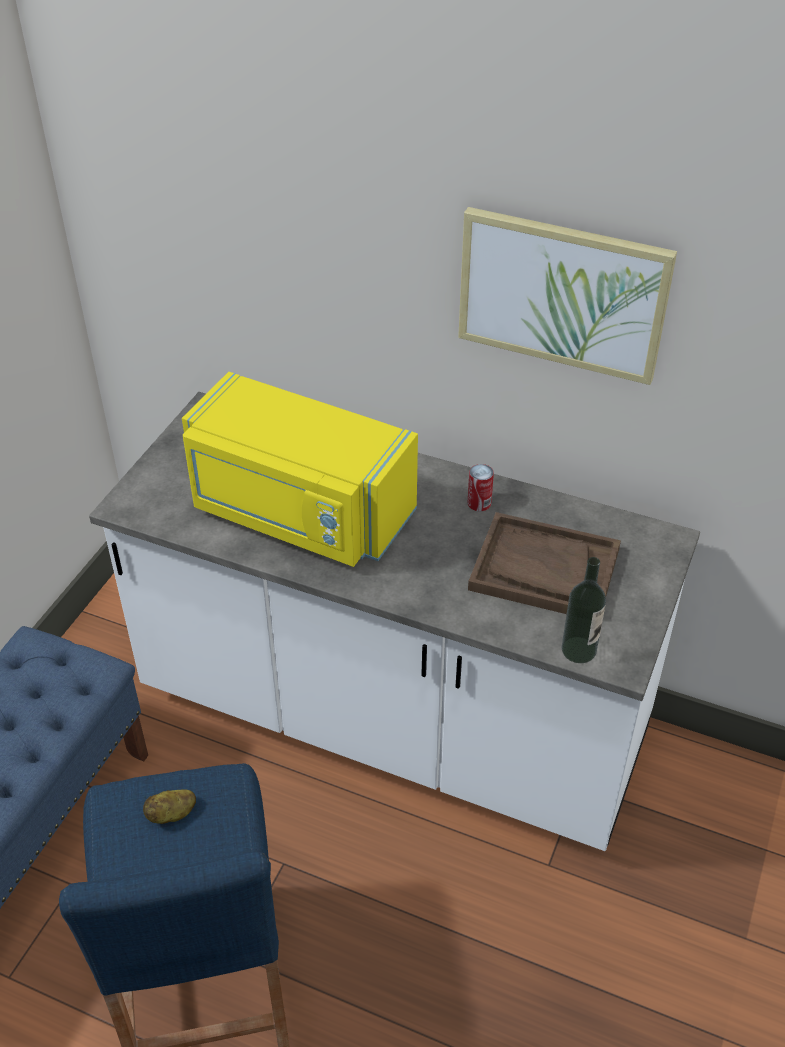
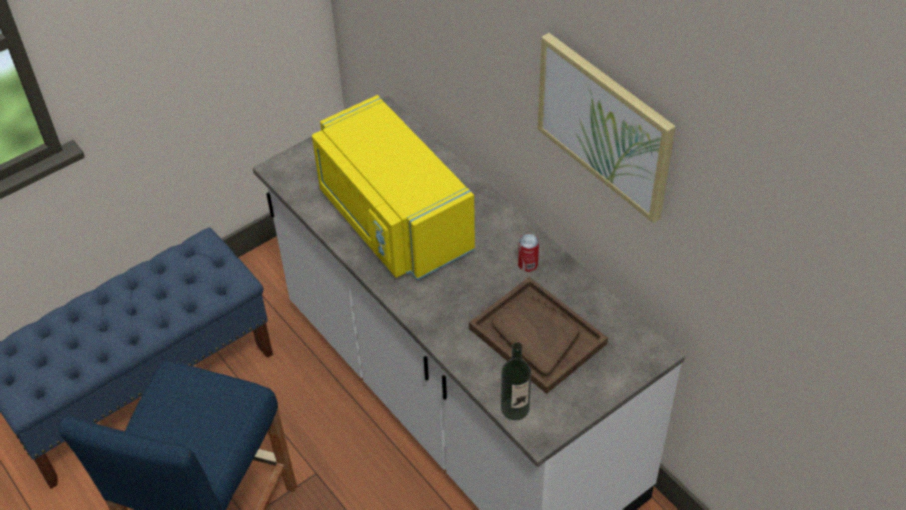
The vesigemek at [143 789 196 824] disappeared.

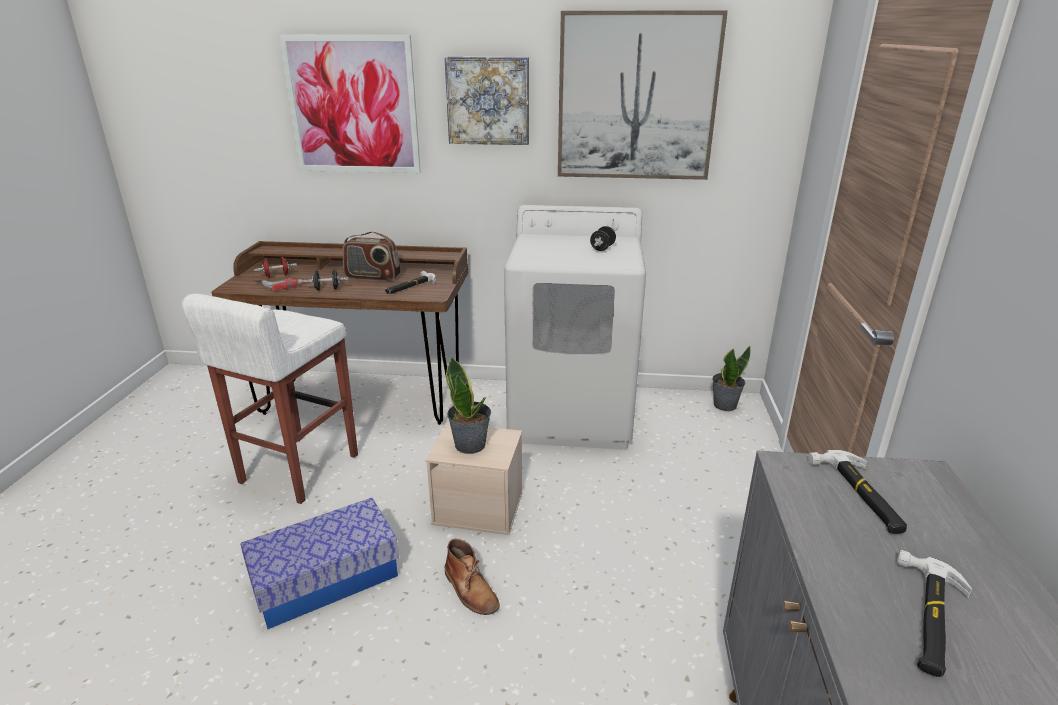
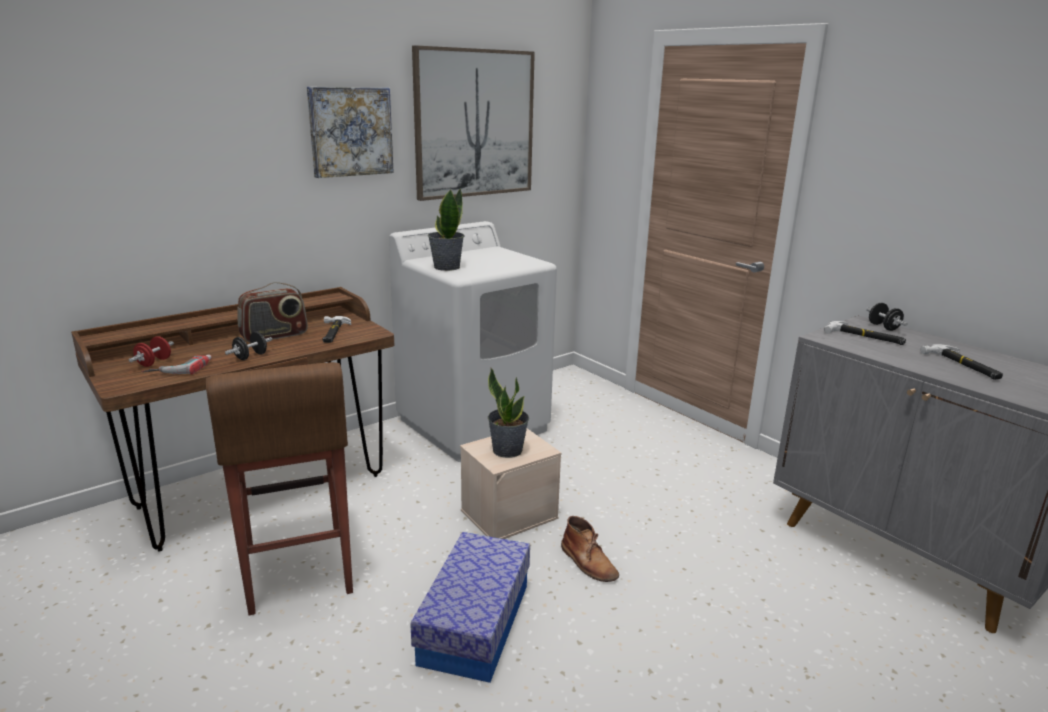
The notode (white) at [182 294 358 504] became the notode (brown) at [206 362 353 616]. The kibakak at [279 35 421 173] disappeared. The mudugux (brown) at [445 539 500 615] turned 45 degrees clockwise. The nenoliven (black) moved from [590 226 616 251] to [867 303 908 331]. The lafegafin moved from [712 346 751 411] to [428 188 465 271].

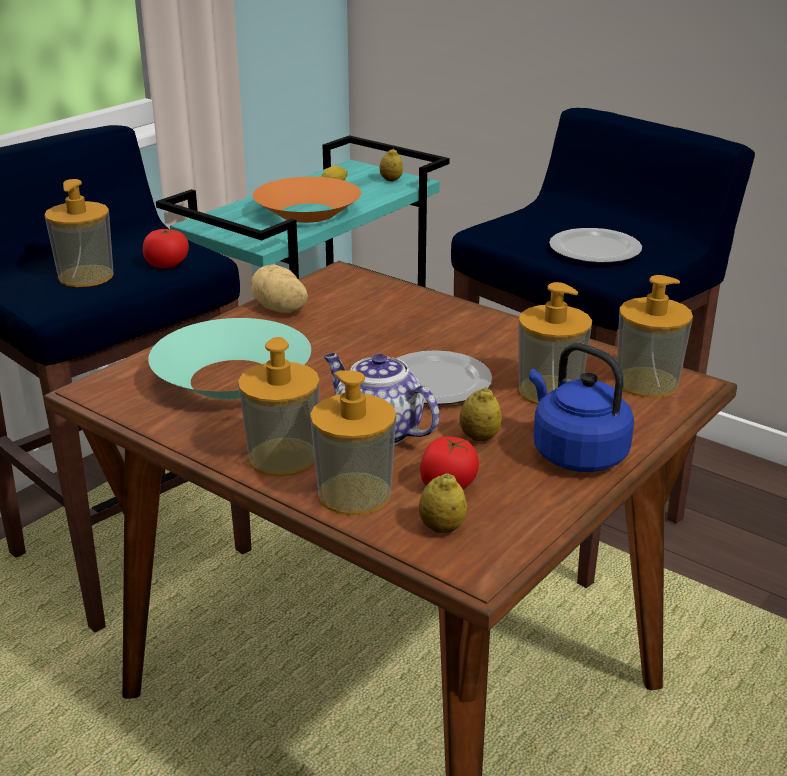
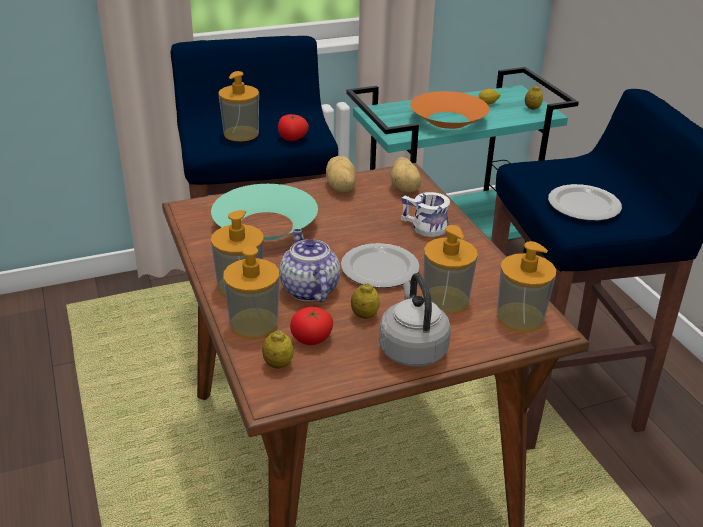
The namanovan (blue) at [529 343 634 472] became the namanovan (grey) at [379 273 451 367]. The vesigemek at [390 157 421 192] appeared. The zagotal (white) at [401 192 450 237] appeared.

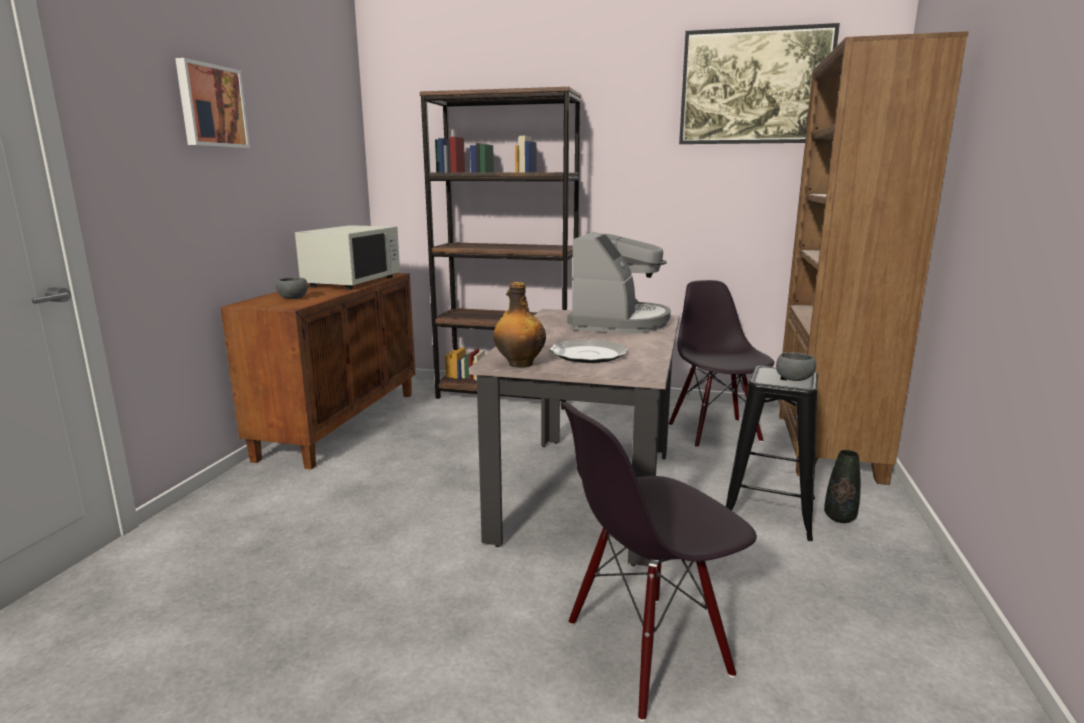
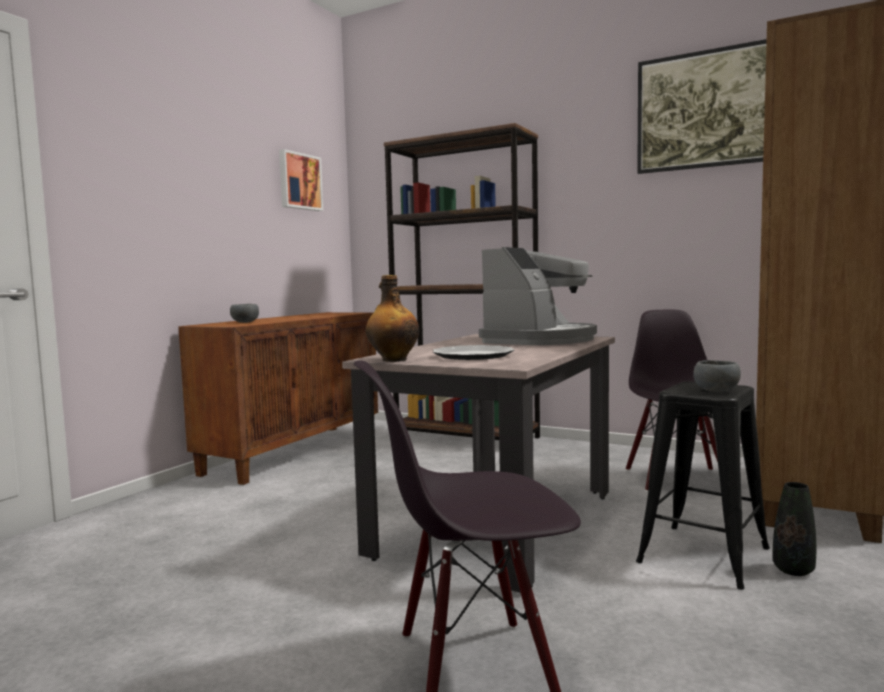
The kibakak moved from [175 58 250 148] to [279 149 323 211]. The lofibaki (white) at [295 225 400 290] disappeared.

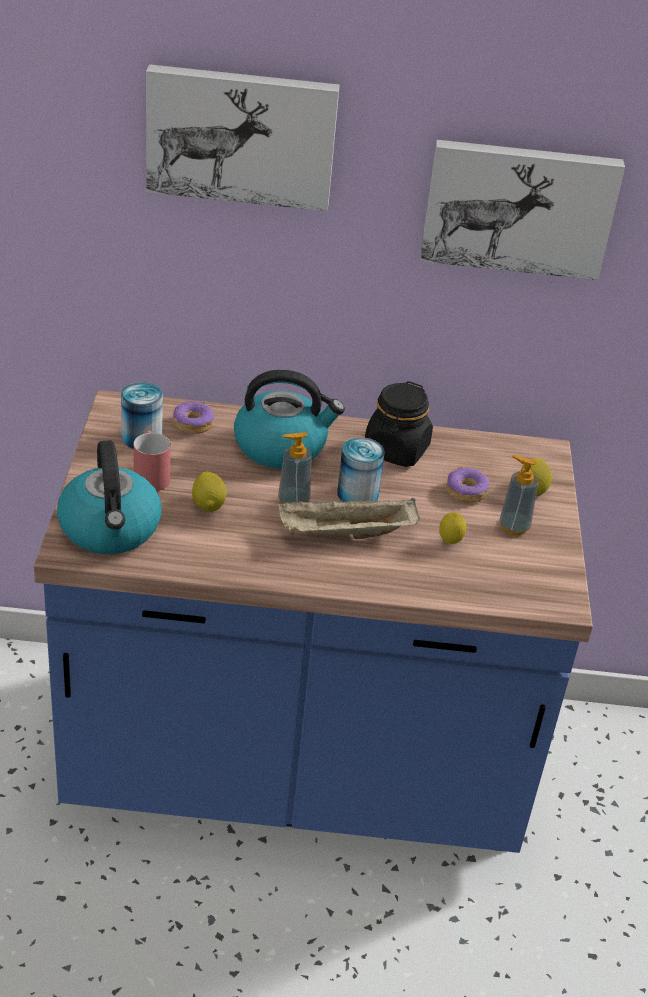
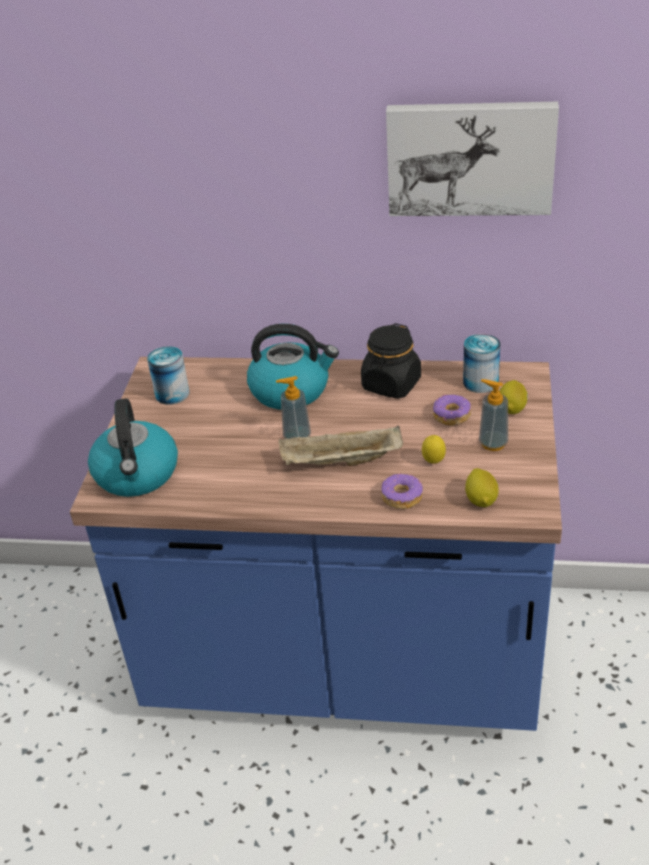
The zagotal (red) at [133 430 171 491] disappeared. The kibakak at [146 64 340 211] disappeared. The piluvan moved from [173 401 214 434] to [381 474 423 509]. The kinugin moved from [192 471 227 512] to [465 468 499 507]. The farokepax moved from [337 437 385 502] to [463 334 500 393].

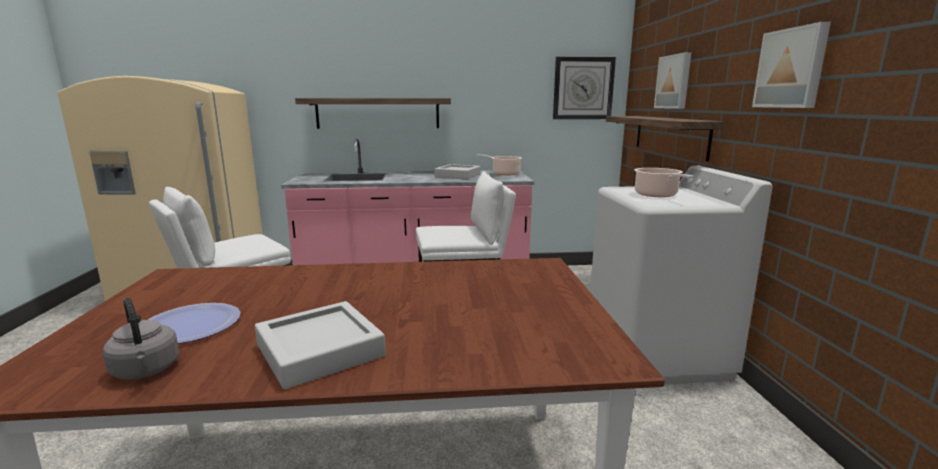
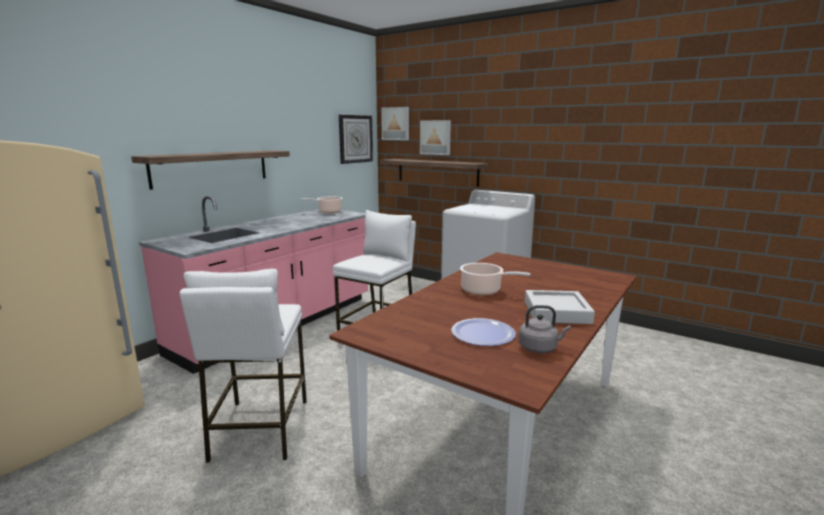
The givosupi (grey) at [434 164 480 179] disappeared. The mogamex moved from [634 168 694 197] to [460 263 531 295]. The kibakak moved from [752 22 831 108] to [381 107 409 140].

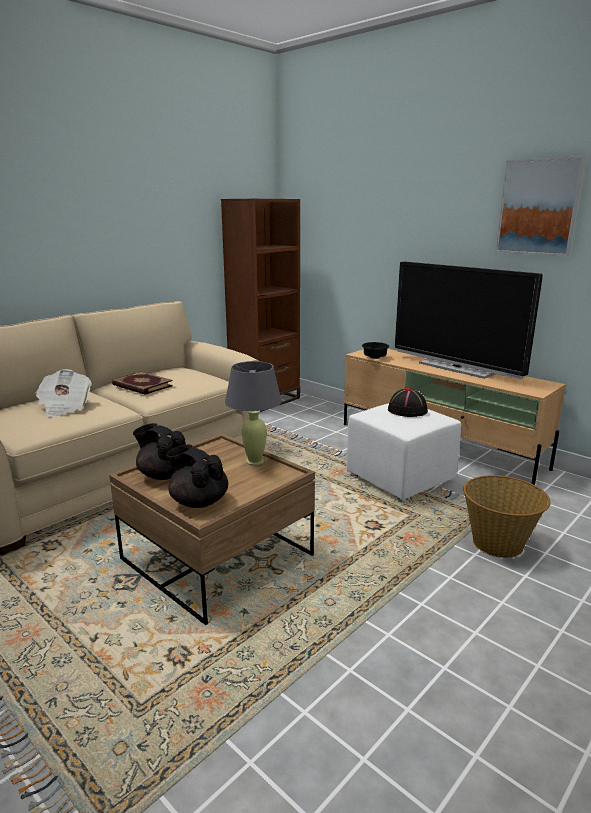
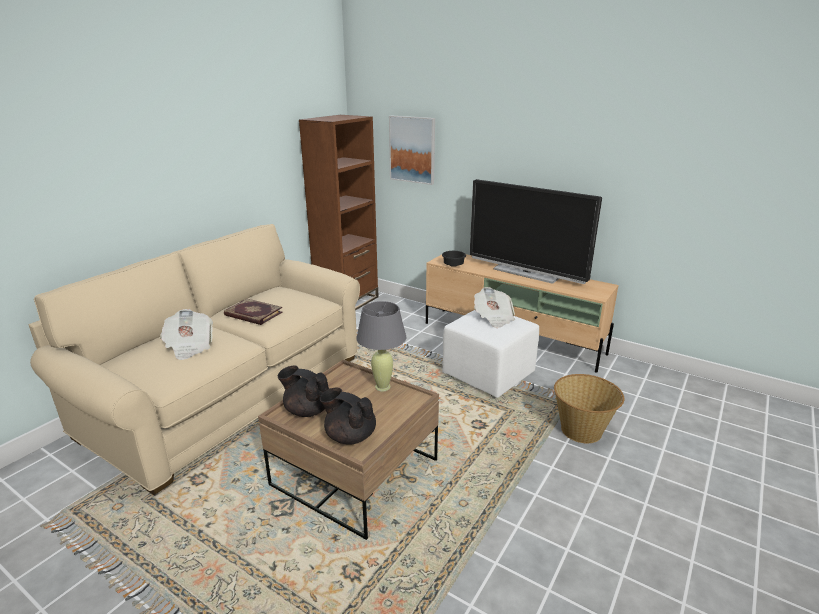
The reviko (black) at [388 387 428 417] was replaced by the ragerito at [474 287 515 328]. The kibakak moved from [496 156 585 256] to [389 116 435 185].

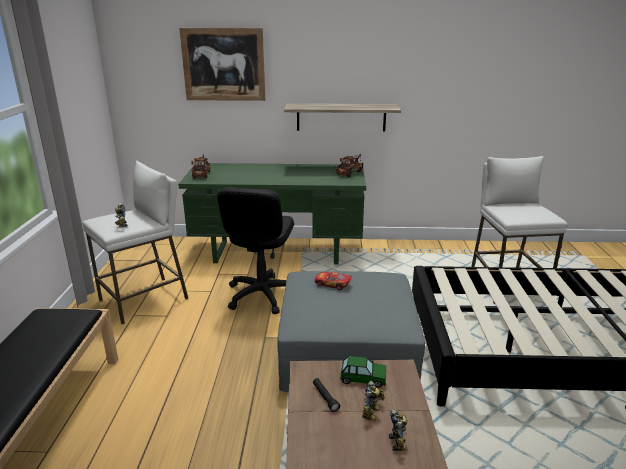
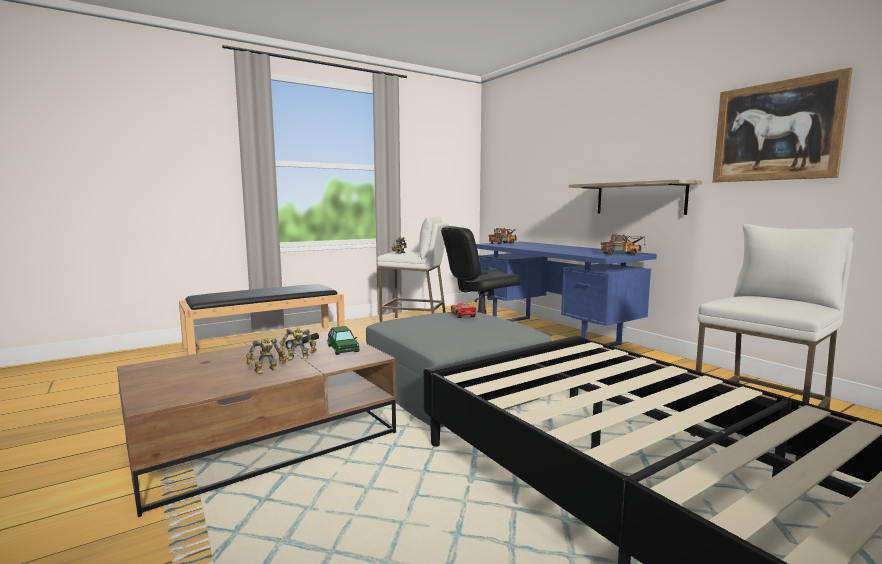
The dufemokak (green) at [178 163 366 264] became the dufemokak (blue) at [476 241 657 347]. The kibakak moved from [179 28 265 101] to [713 67 853 182].

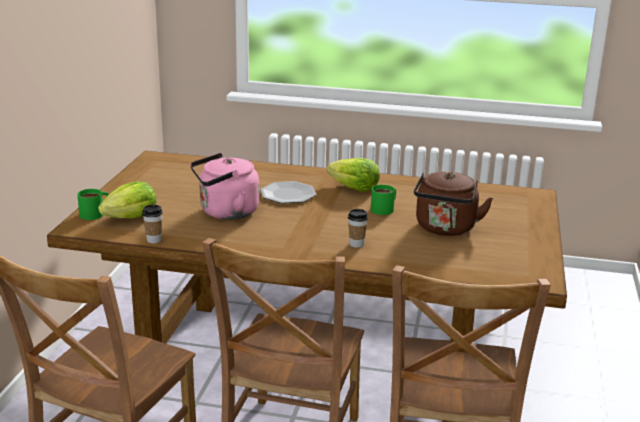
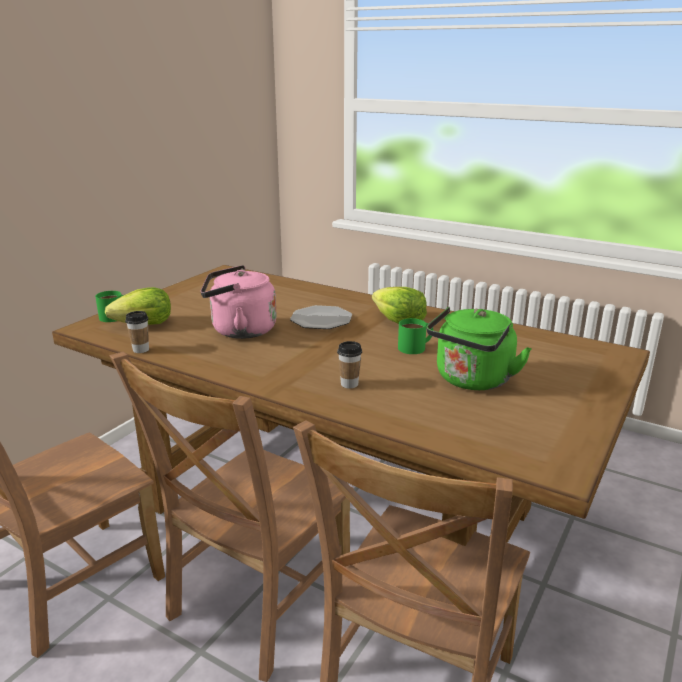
The namanovan (brown) at [414 172 493 236] became the namanovan (green) at [426 307 532 390].

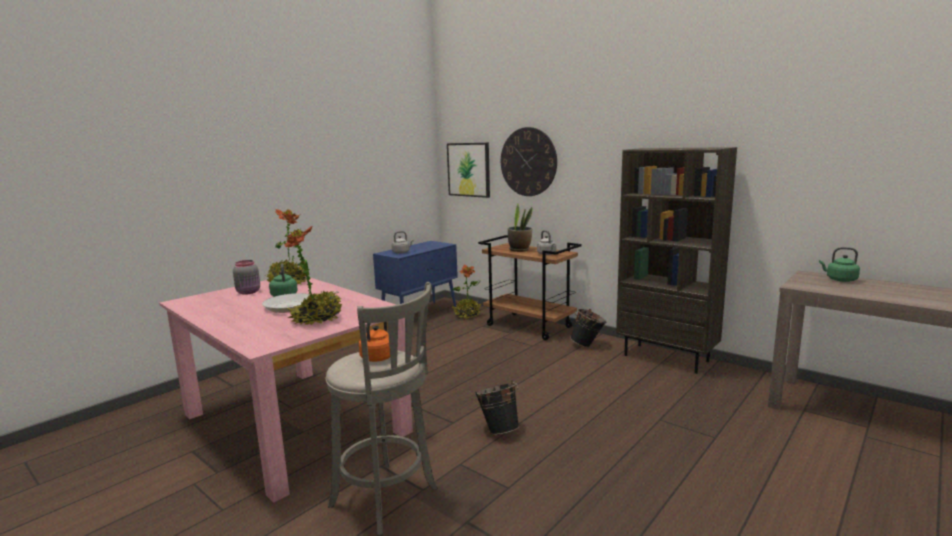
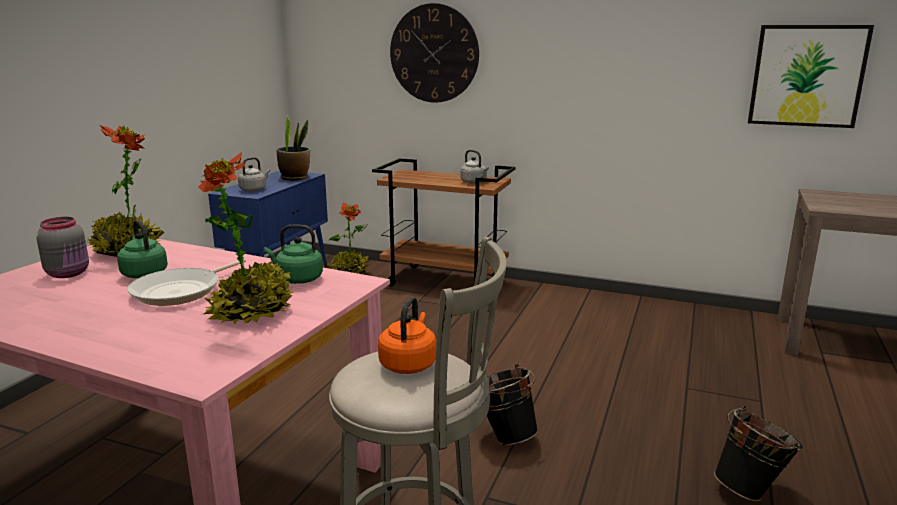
The kibakak moved from [447 143 490 198] to [748 25 874 128]. The lafegafin moved from [508 203 532 252] to [277 115 310 181]. The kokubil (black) moved from [570 309 606 347] to [714 406 803 501]. The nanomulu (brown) at [616 147 737 374] disappeared. The namanovan (green) moved from [819 247 860 282] to [264 225 323 284].

